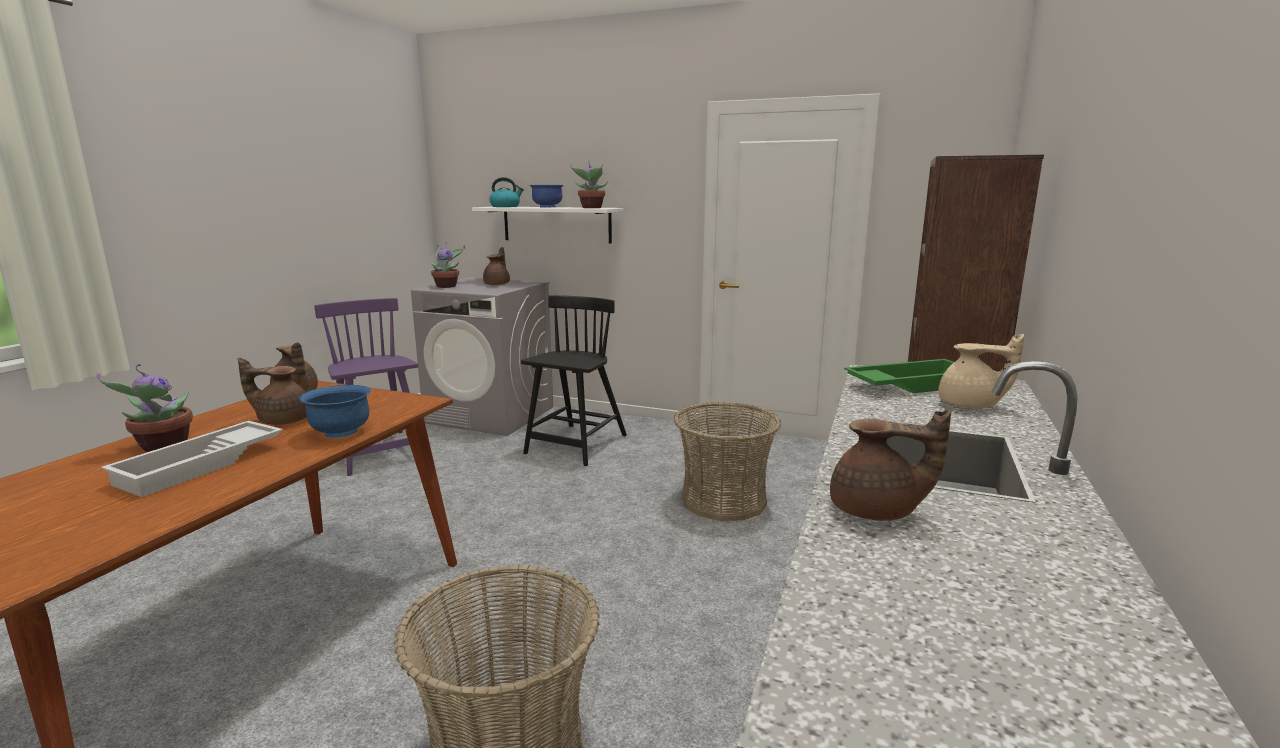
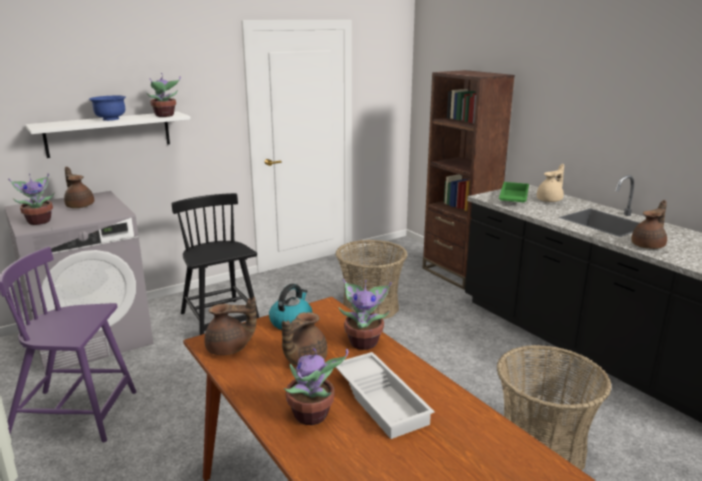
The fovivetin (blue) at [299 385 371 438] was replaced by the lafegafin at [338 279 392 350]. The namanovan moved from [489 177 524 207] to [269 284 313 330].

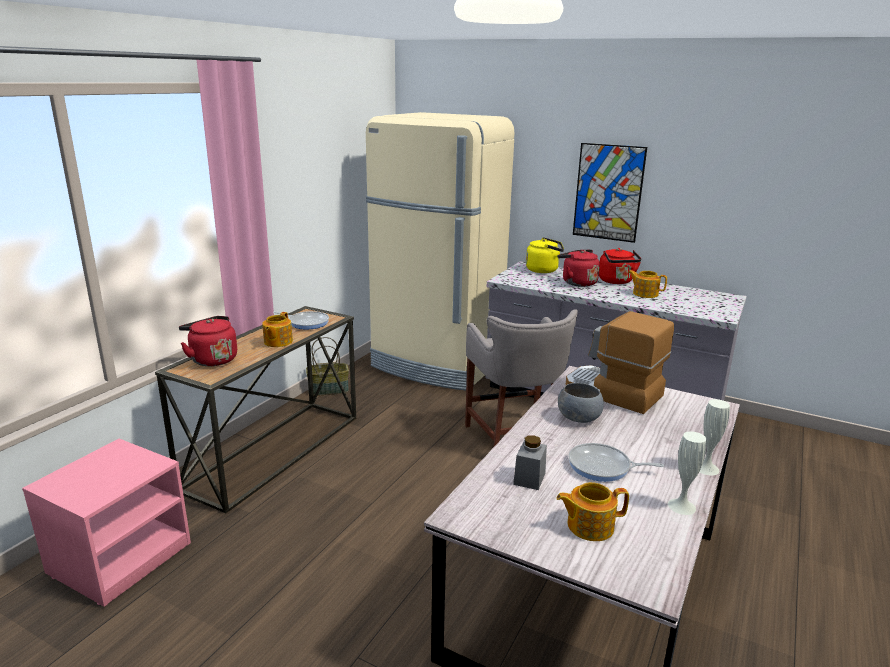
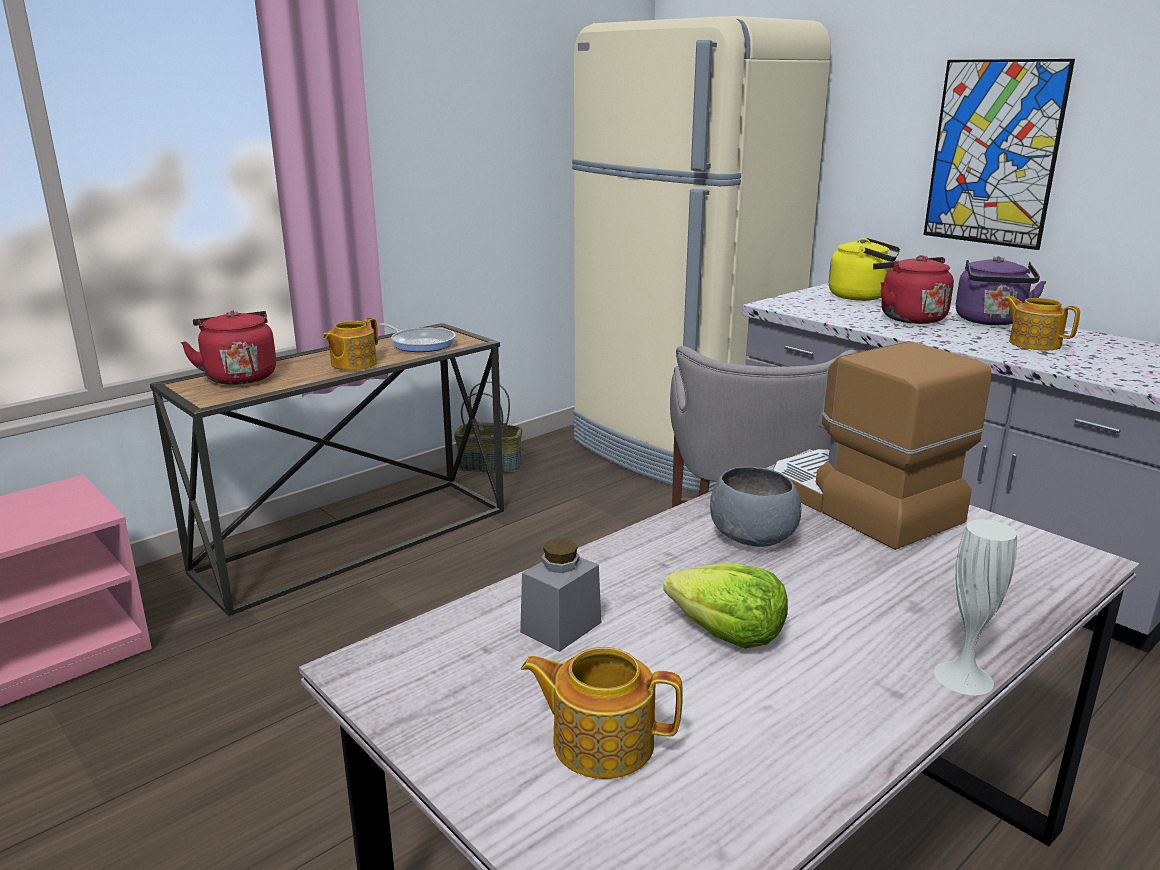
The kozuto at [568 443 664 482] was replaced by the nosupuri at [663 563 788 649]. The namanovan (red) at [599 248 642 284] became the namanovan (purple) at [956 256 1046 325]. The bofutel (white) at [668 431 706 515] disappeared.

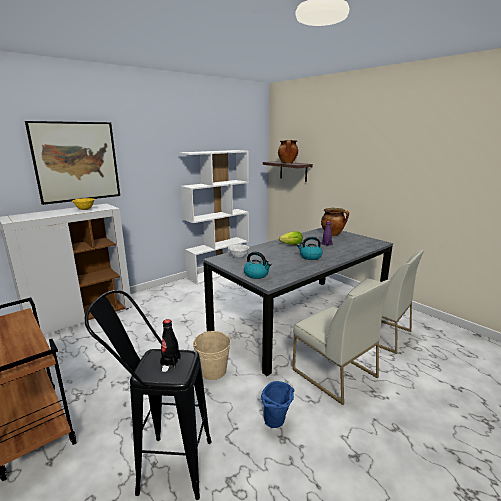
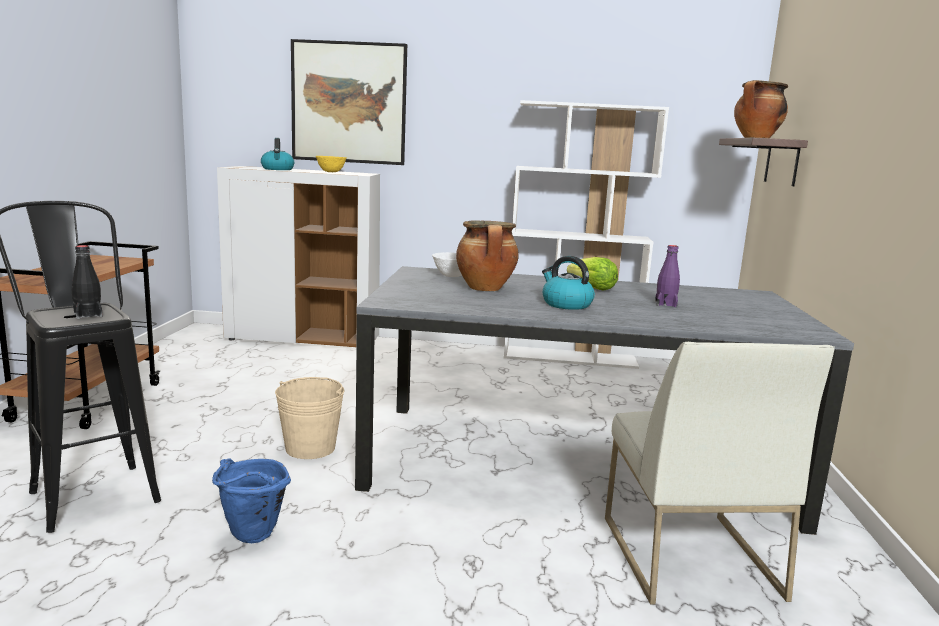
The namanovan moved from [244 252 272 279] to [261 138 294 170]. The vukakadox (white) at [292 280 391 405] disappeared. The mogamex moved from [321 208 349 236] to [456 221 519 291].

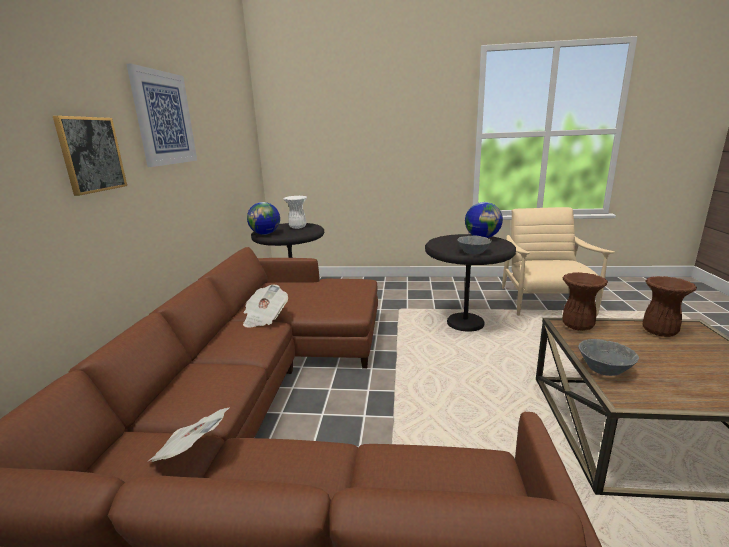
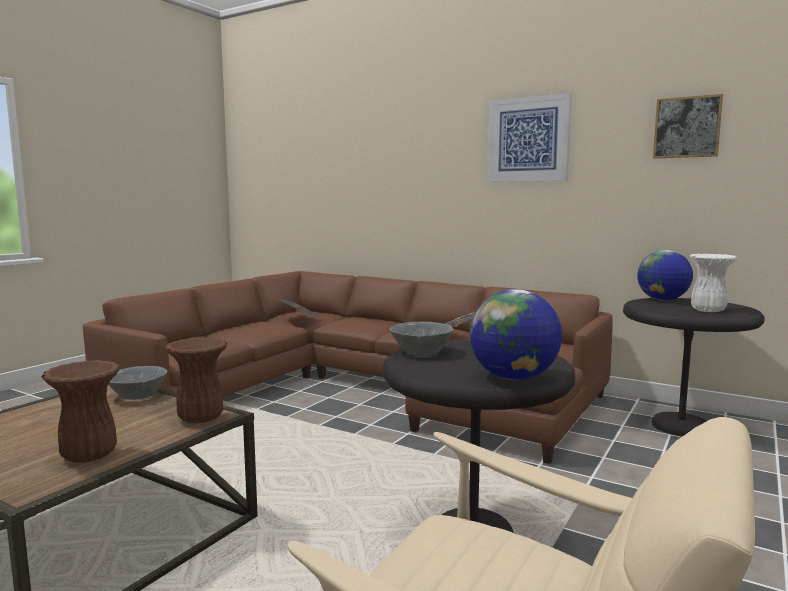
The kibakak moved from [53 116 127 196] to [653 94 723 159].

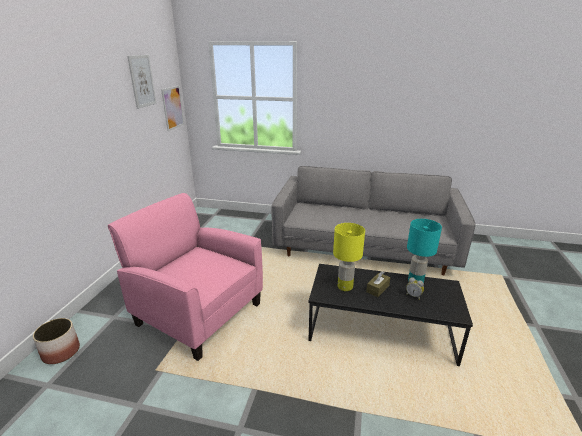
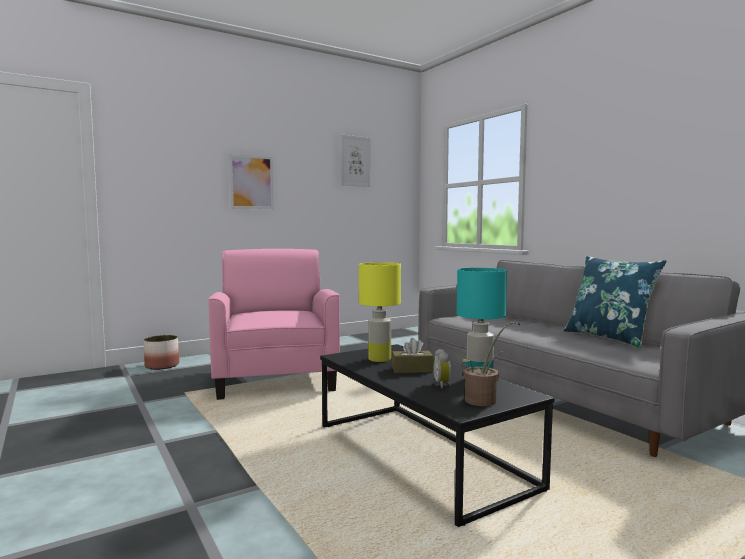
The kibakak moved from [161 86 184 131] to [229 154 274 209]. The lafegafin at [463 322 520 406] appeared. The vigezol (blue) at [564 256 667 348] appeared.

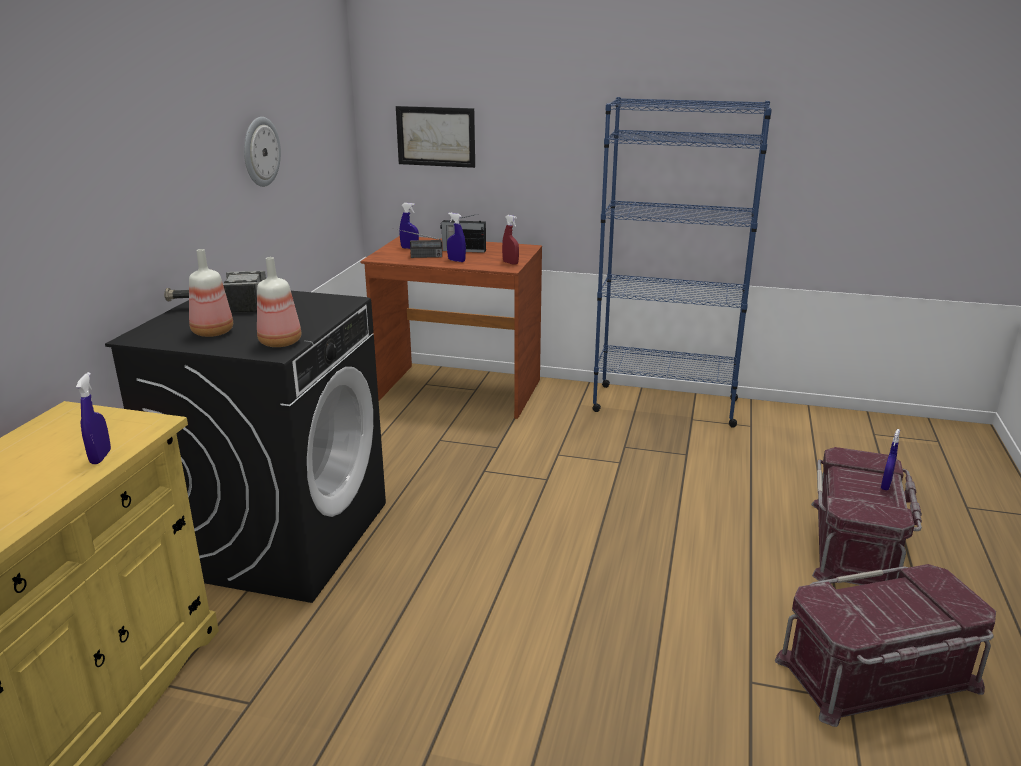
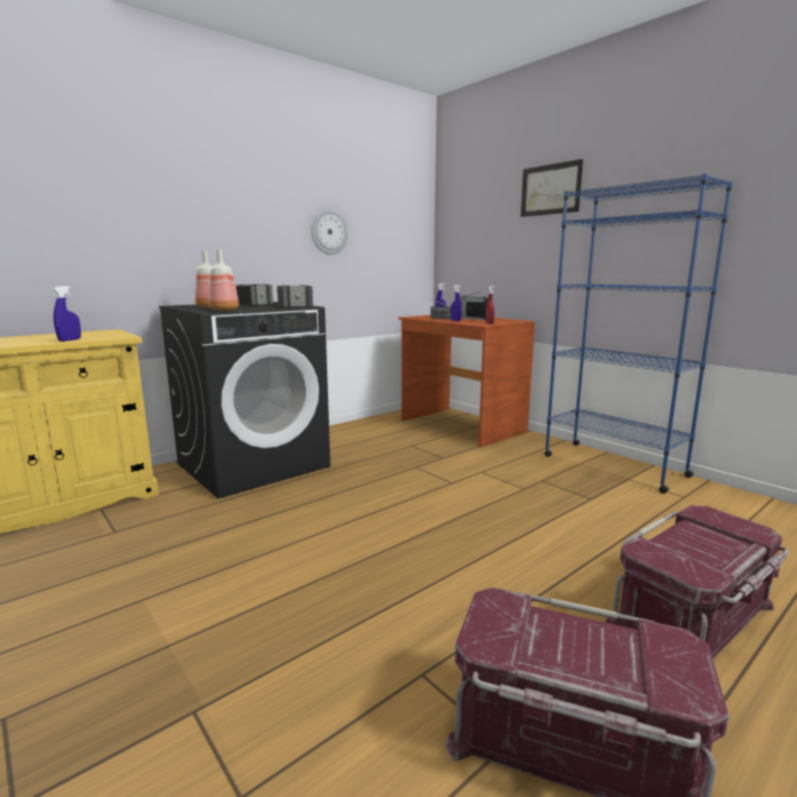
The kibakak moved from [396 106 475 168] to [521 159 583 217]. The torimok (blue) at [881 429 900 490] disappeared. The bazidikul at [277 285 313 307] appeared.

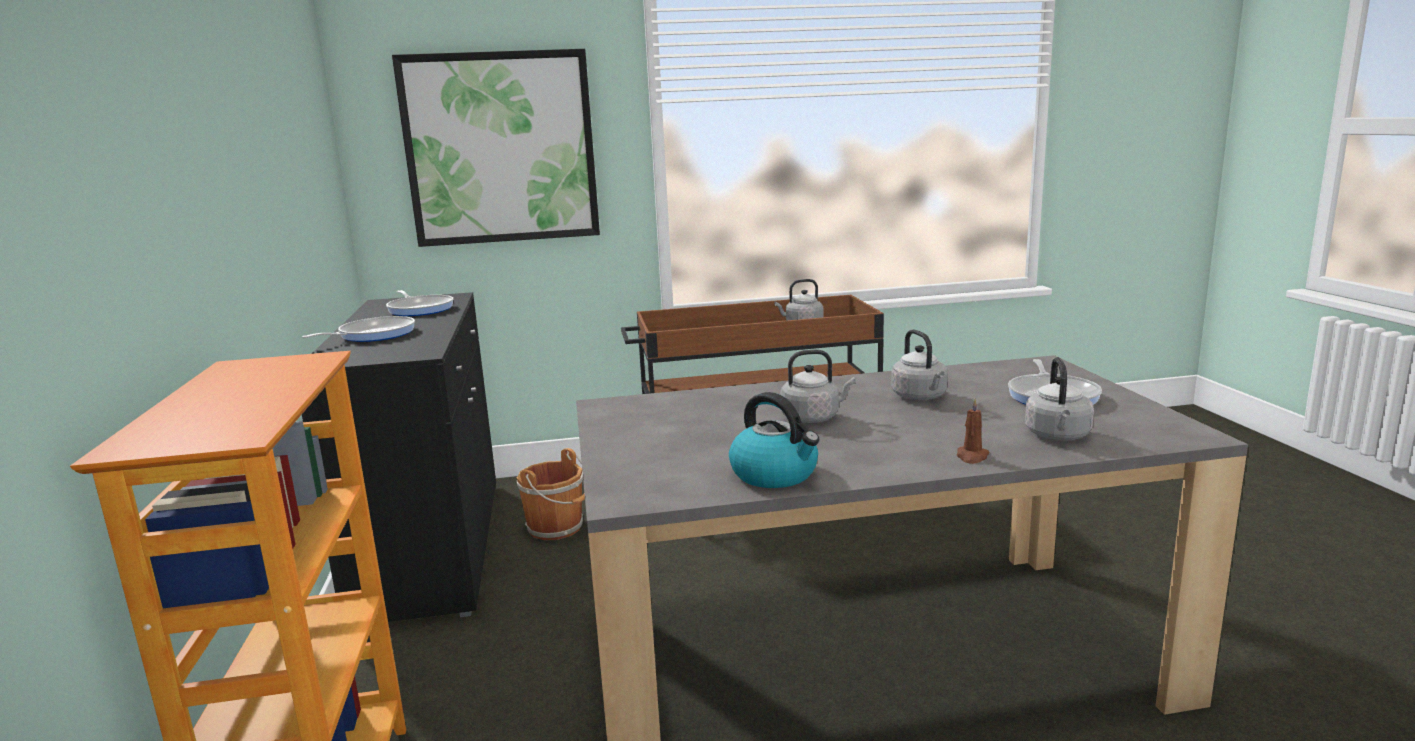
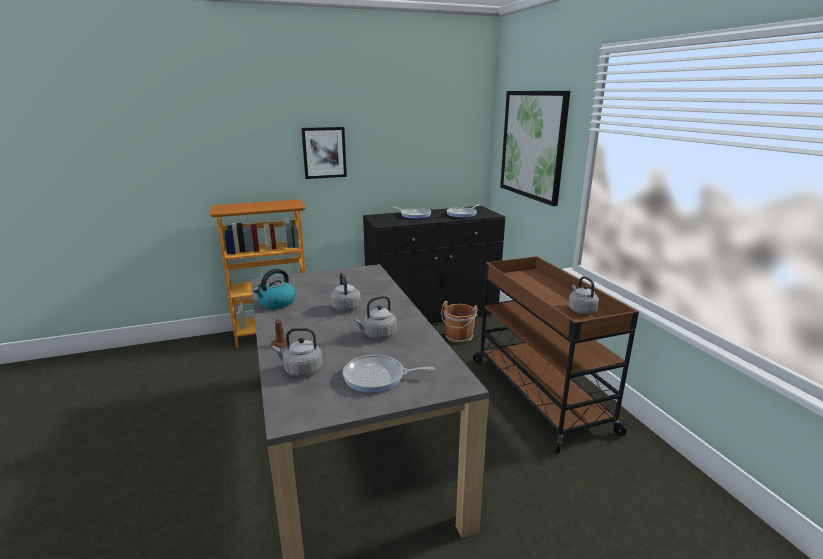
The kibakak at [301 127 347 179] appeared.

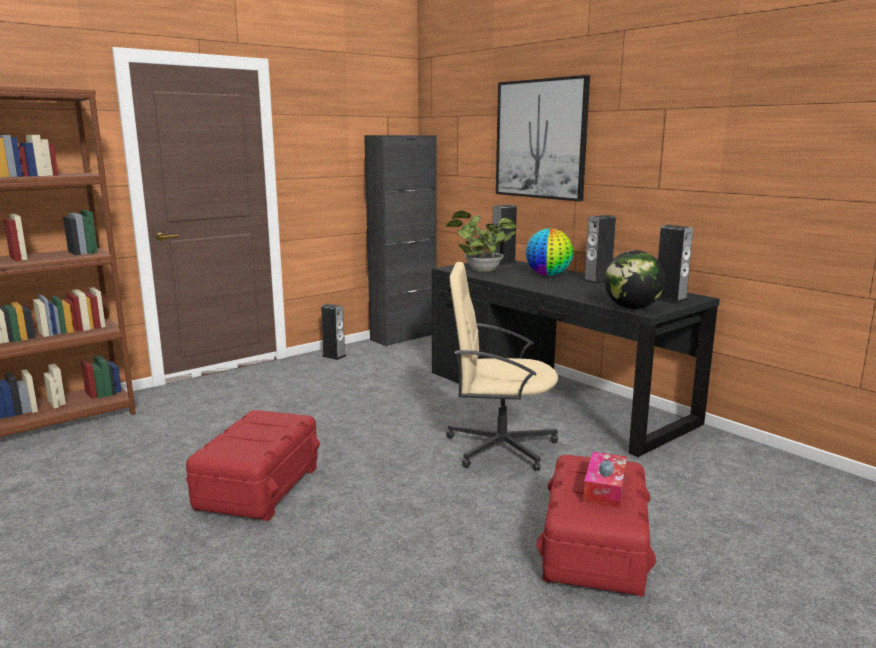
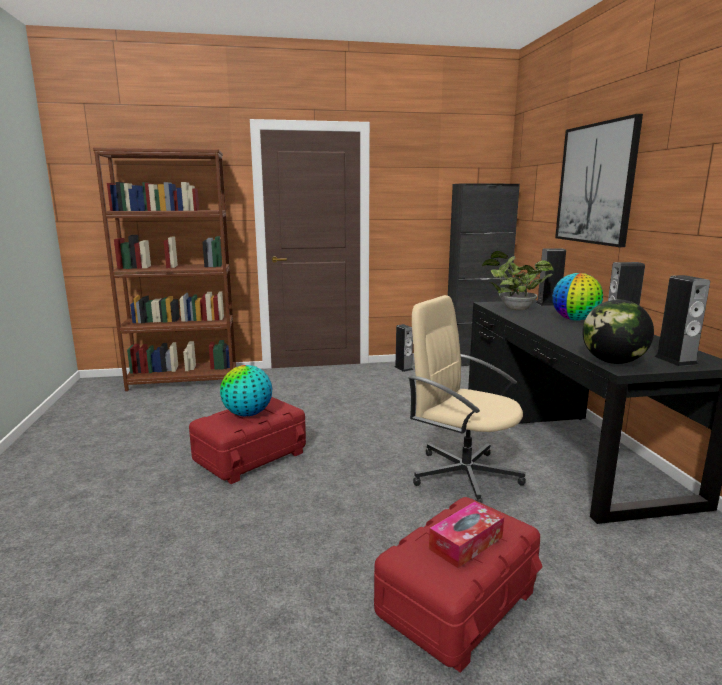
The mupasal at [220 365 273 416] appeared.

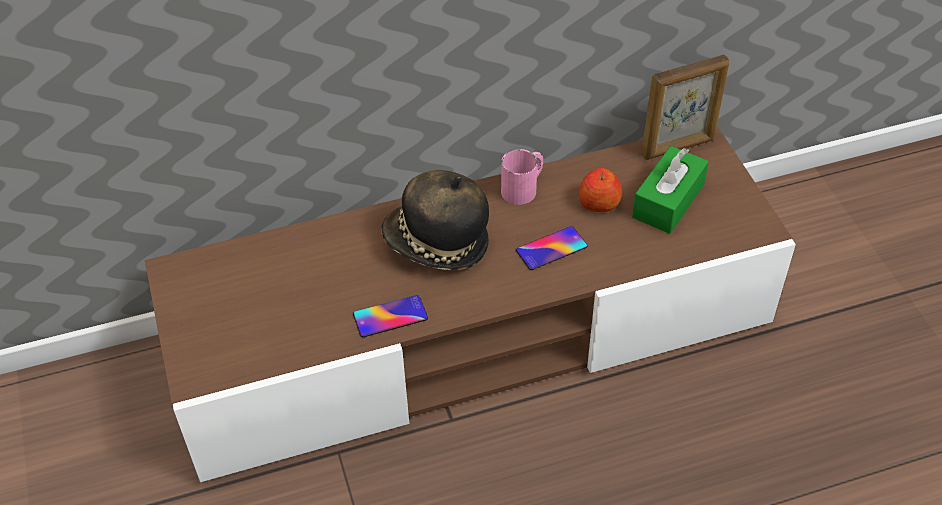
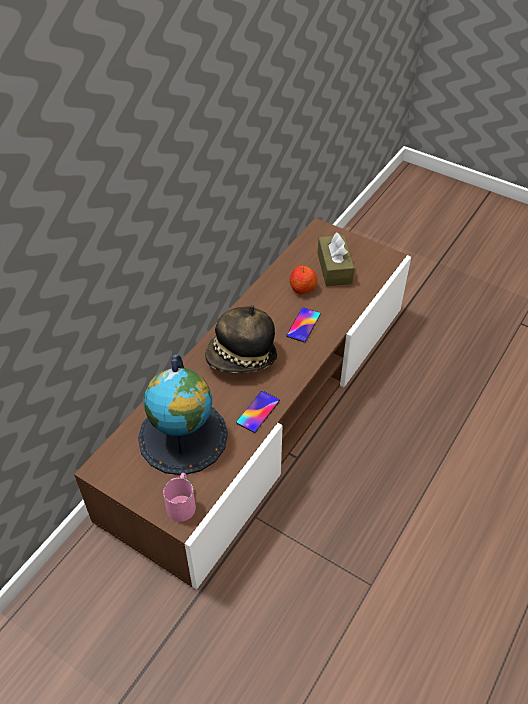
The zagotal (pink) moved from [501 149 543 205] to [163 473 196 522]. The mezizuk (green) at [632 146 708 234] became the mezizuk (brown) at [318 232 354 286]. The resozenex at [641 55 729 160] disappeared. The mupasal at [138 354 228 475] appeared.

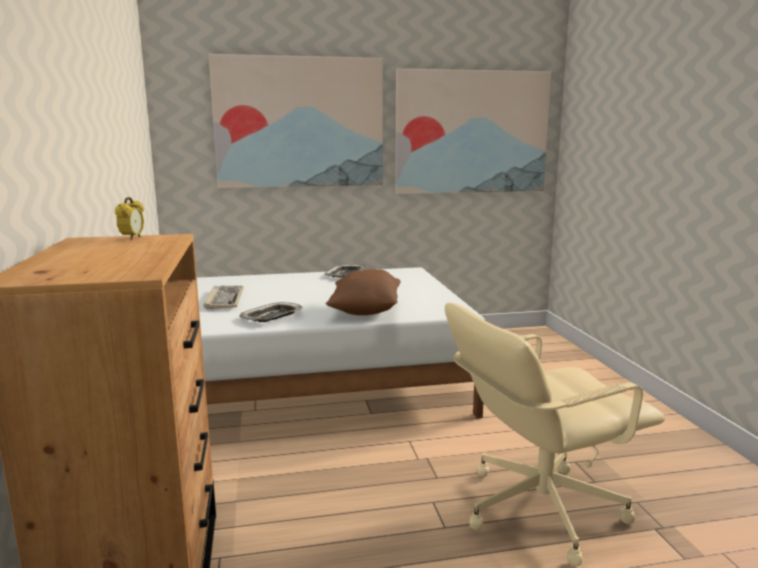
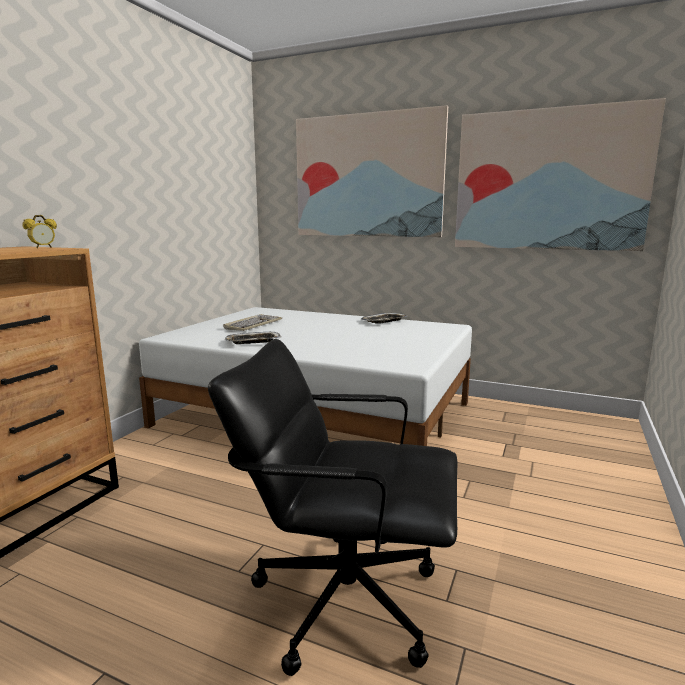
The vigezol (brown) at [325 269 401 315] disappeared. The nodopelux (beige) at [445 303 665 567] became the nodopelux (black) at [208 339 457 676].

